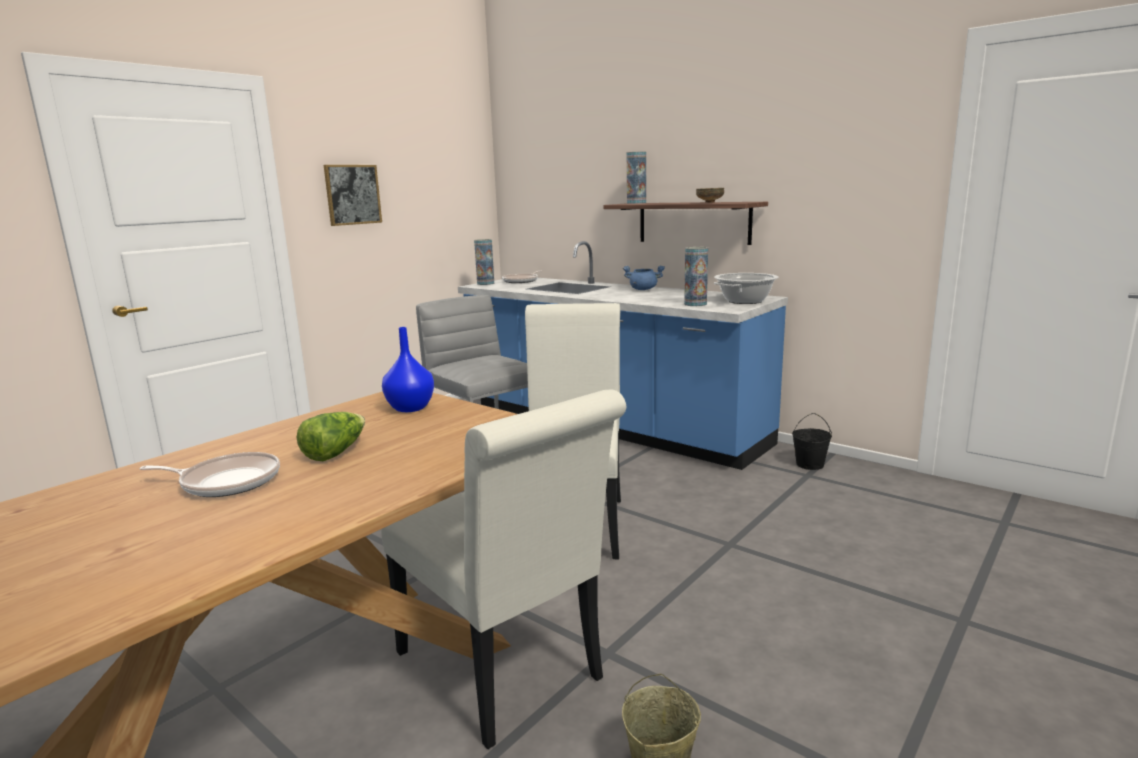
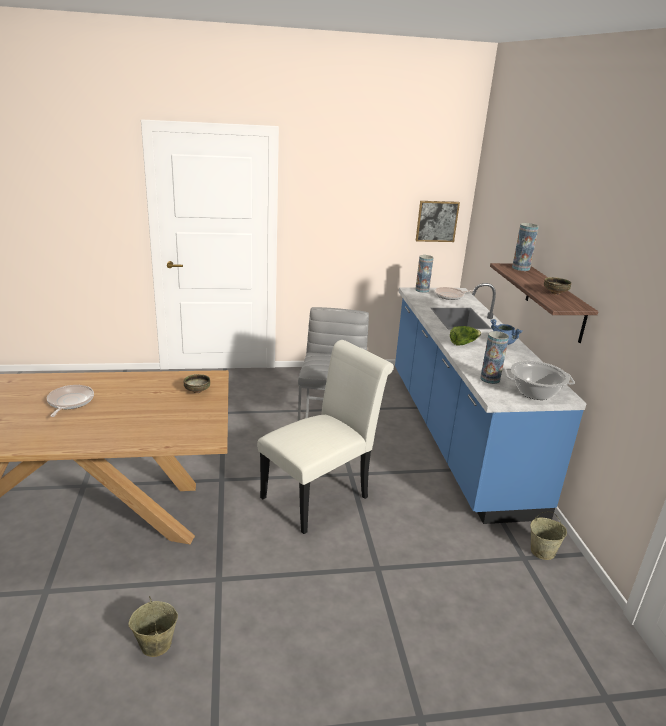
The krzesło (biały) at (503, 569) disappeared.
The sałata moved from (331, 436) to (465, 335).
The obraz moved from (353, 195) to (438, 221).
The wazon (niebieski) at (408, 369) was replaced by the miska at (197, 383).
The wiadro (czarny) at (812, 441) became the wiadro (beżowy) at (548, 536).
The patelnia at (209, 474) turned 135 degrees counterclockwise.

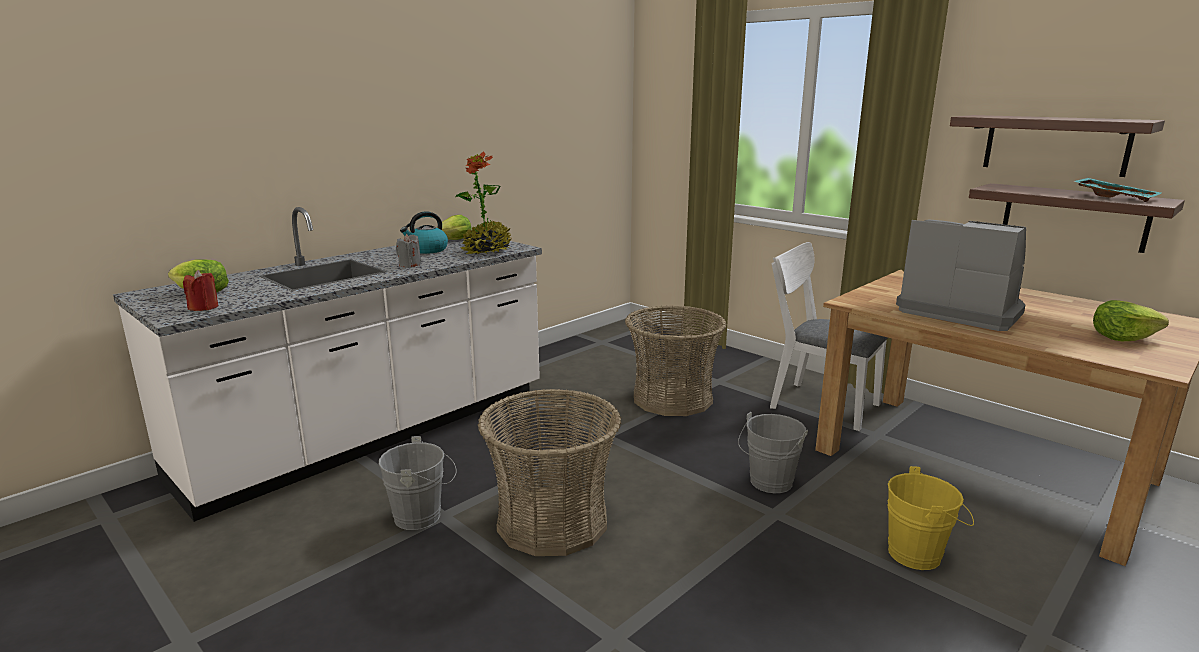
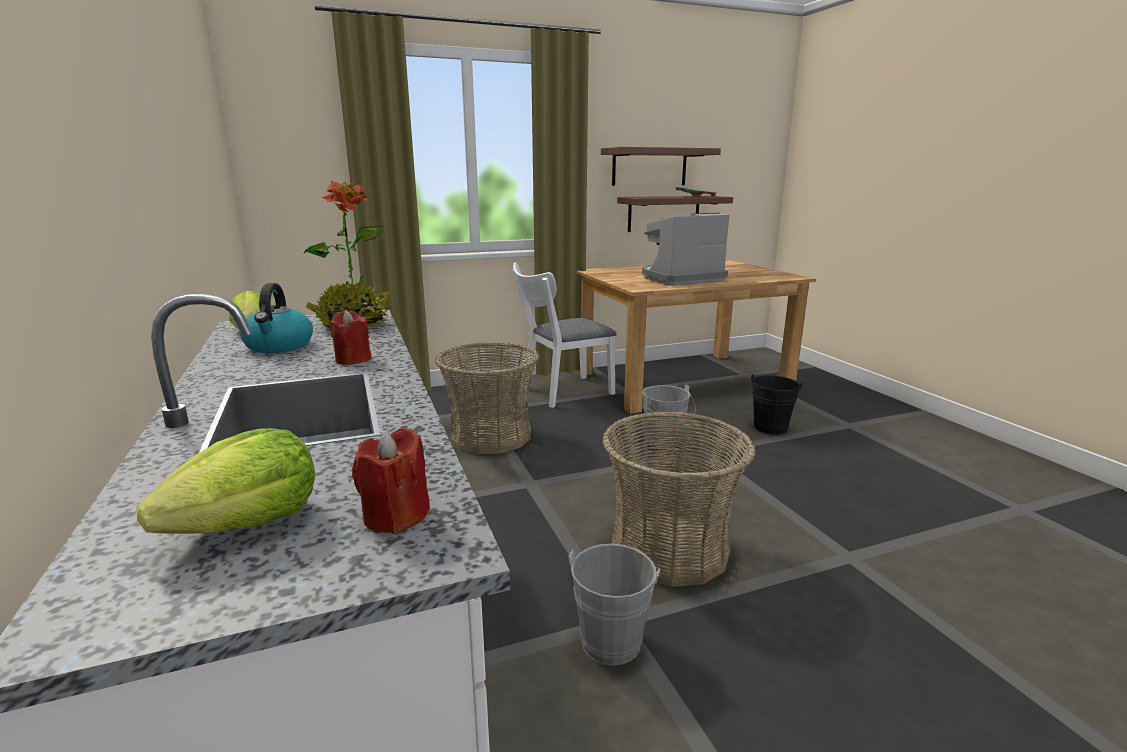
The sałata at (1131, 320) disappeared.
The świeca (szary) at (408, 250) became the świeca (czerwony) at (350, 337).
The wiadro (żółty) at (931, 518) became the wiadro (czarny) at (777, 404).

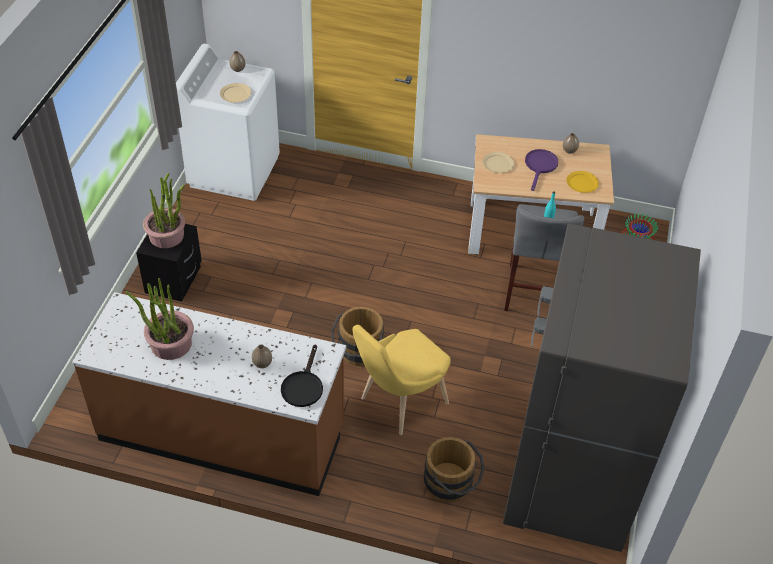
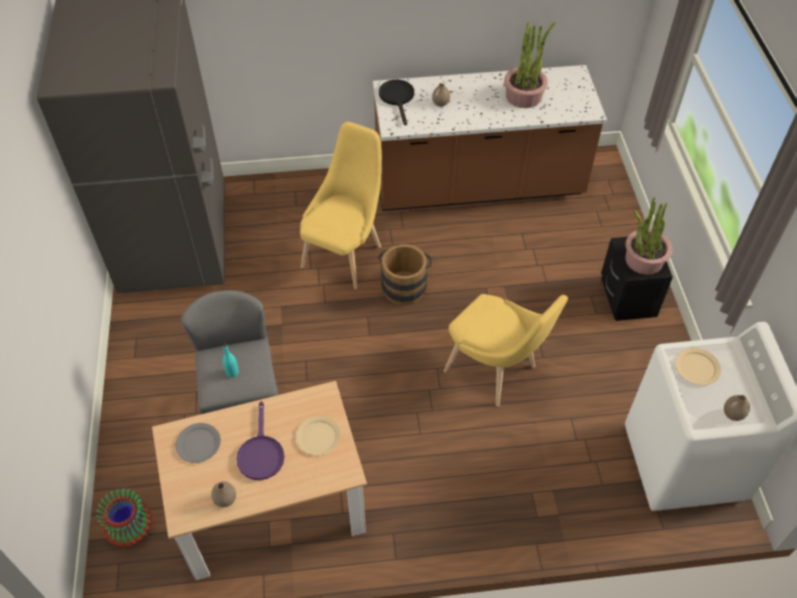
The wiadro (brązowy) at (454, 470) disappeared.
The krzesło (żółty) at (506, 350) appeared.
The talerz (żółty) at (582, 182) became the talerz (szary) at (198, 443).

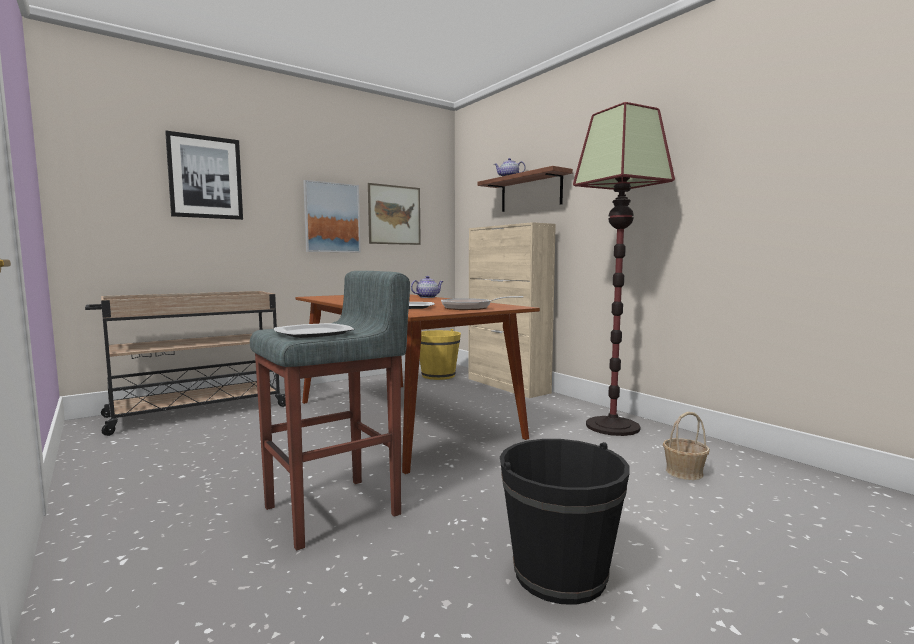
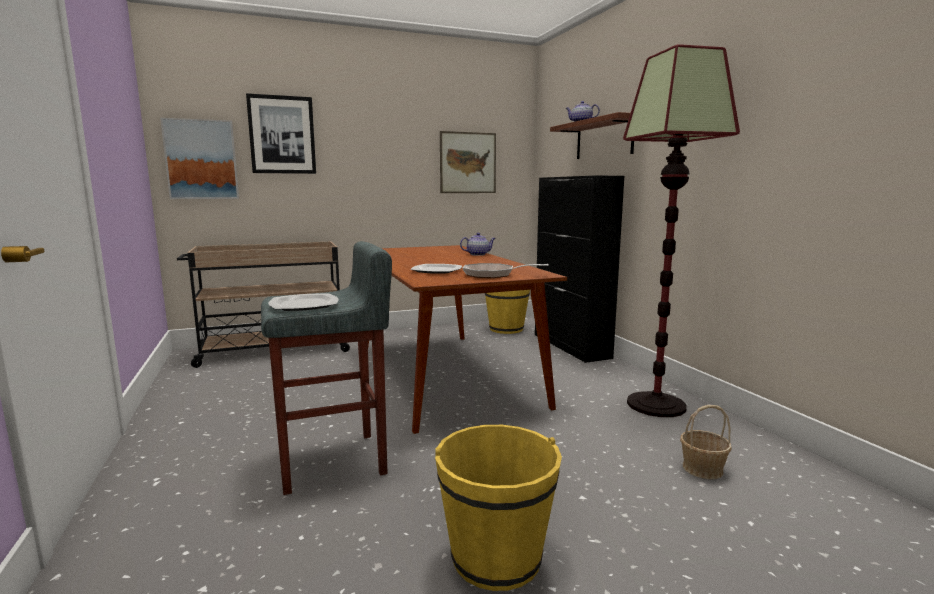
The obraz moved from (331, 216) to (199, 158).
The szafka (beżowy) at (512, 310) became the szafka (czarny) at (580, 269).
The wiadro (czarny) at (565, 522) became the wiadro (żółty) at (498, 508).

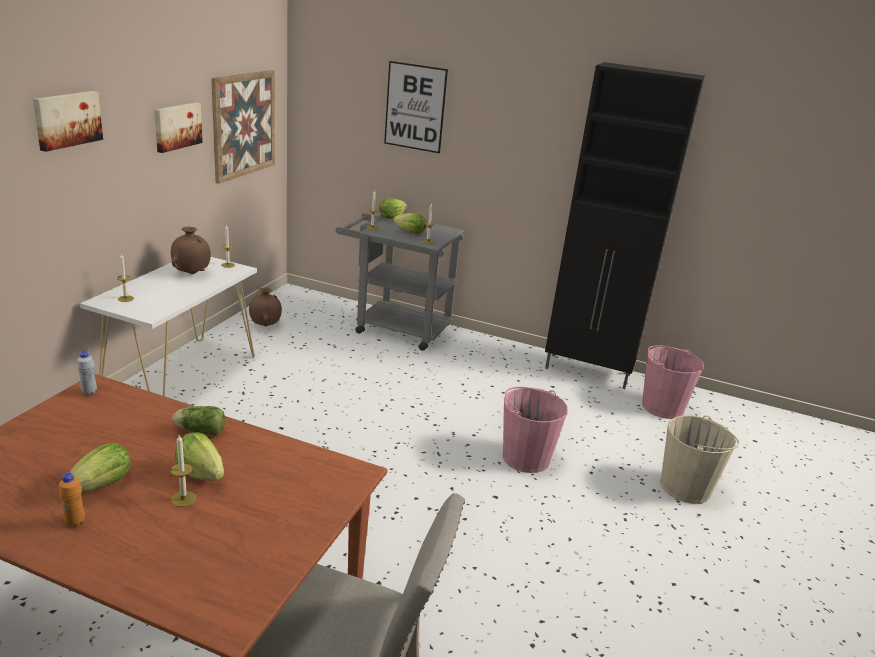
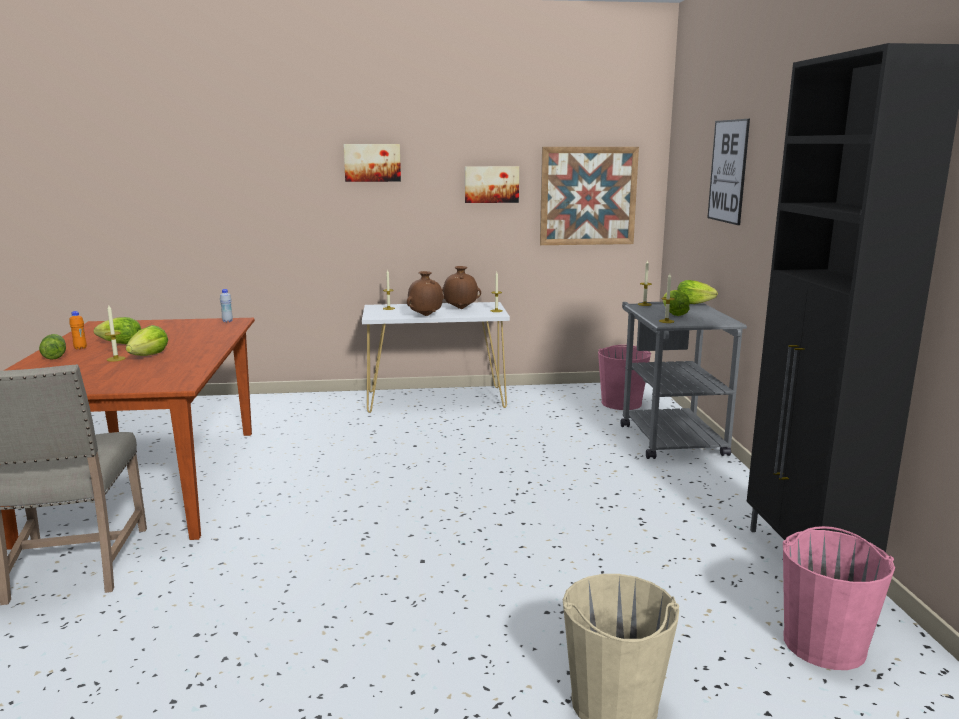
The sałata moved from (199, 420) to (52, 347).
The wazon (brązowy) moved from (265, 307) to (425, 293).
The wiadro (różowy) moved from (535, 430) to (624, 377).

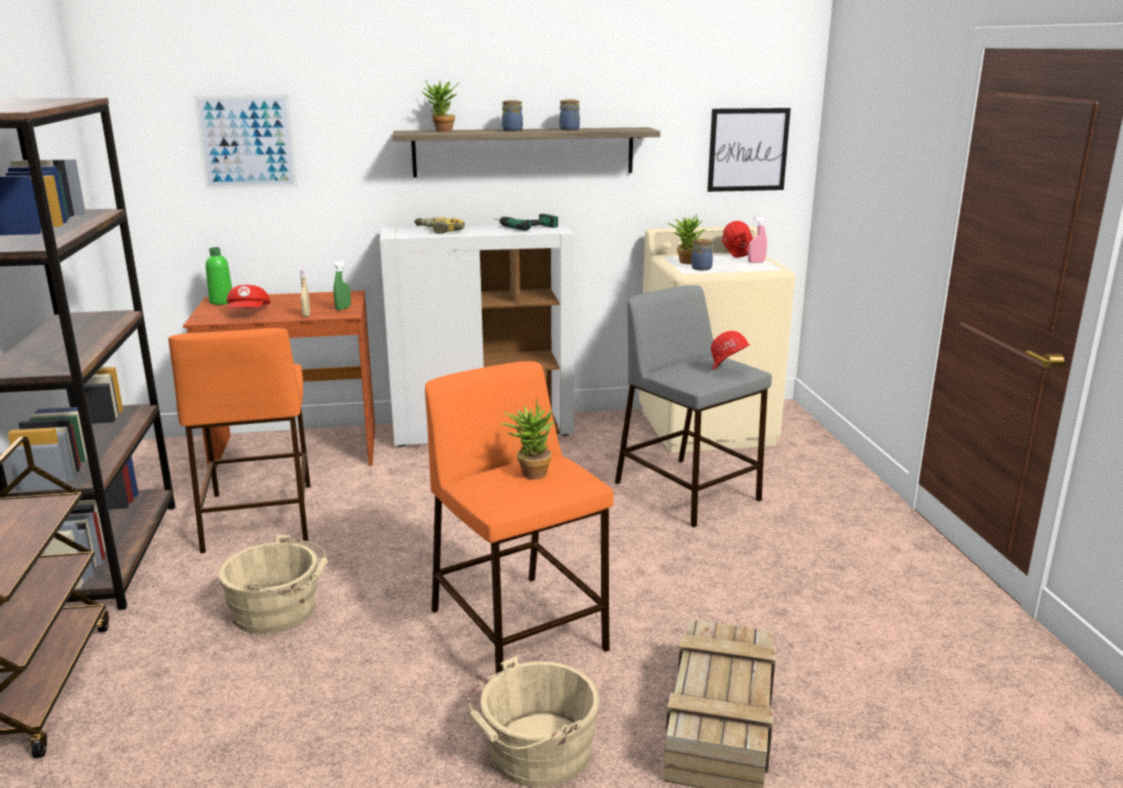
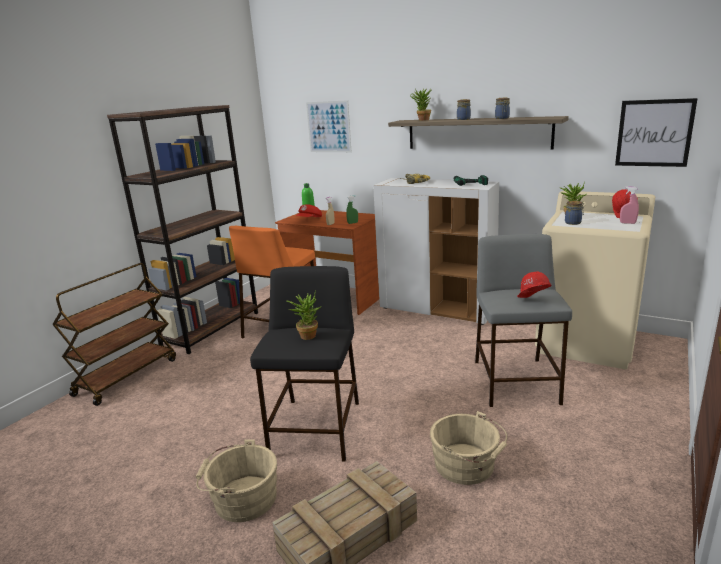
The wiadro (beżowy) moved from (273, 584) to (468, 448).
The stołek (pomarańczowy) at (519, 517) became the stołek (czarny) at (304, 364).

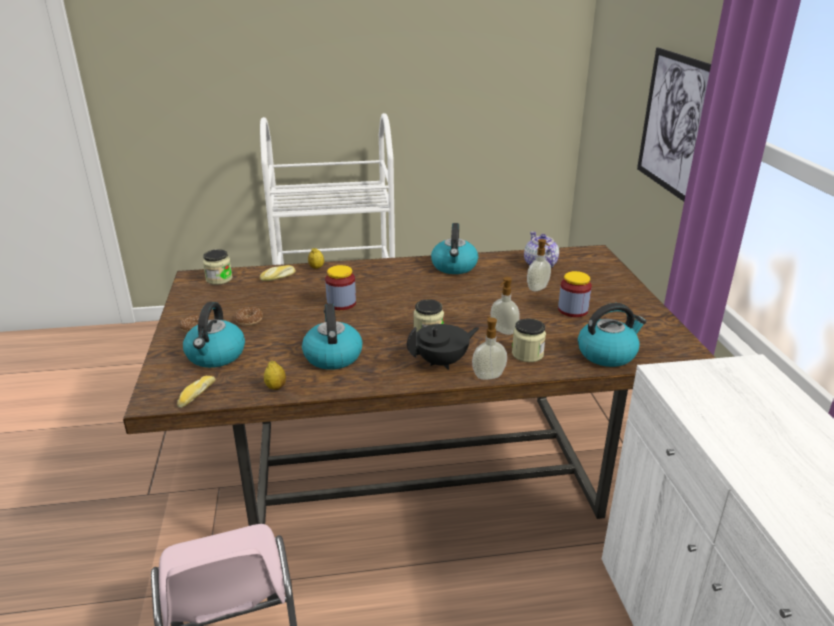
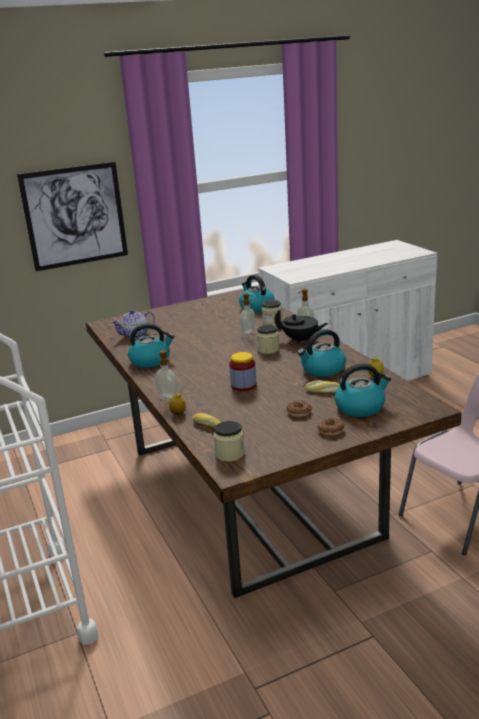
The słoik at (575, 294) disappeared.
The chleb moved from (196, 392) to (322, 386).
The dozownik mydła moved from (539, 265) to (166, 374).
The imbryk (czarny) at (443, 347) turned 150 degrees clockwise.

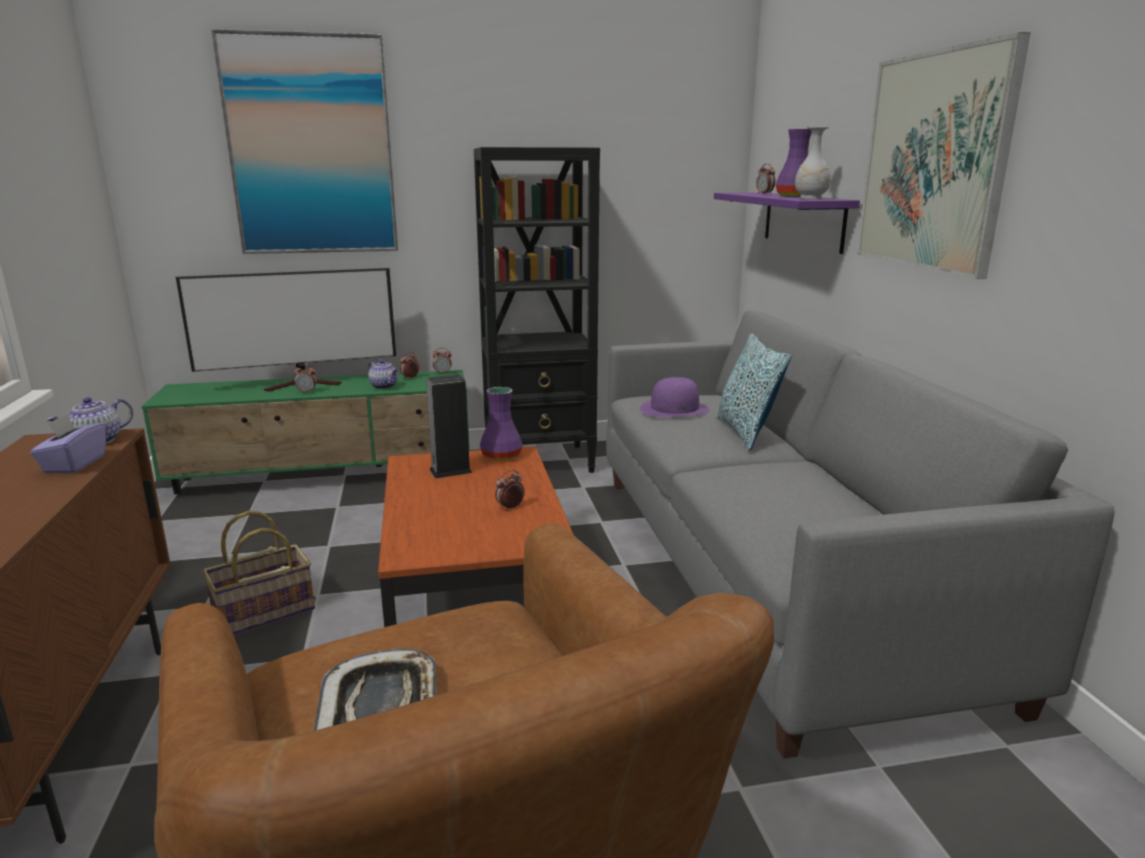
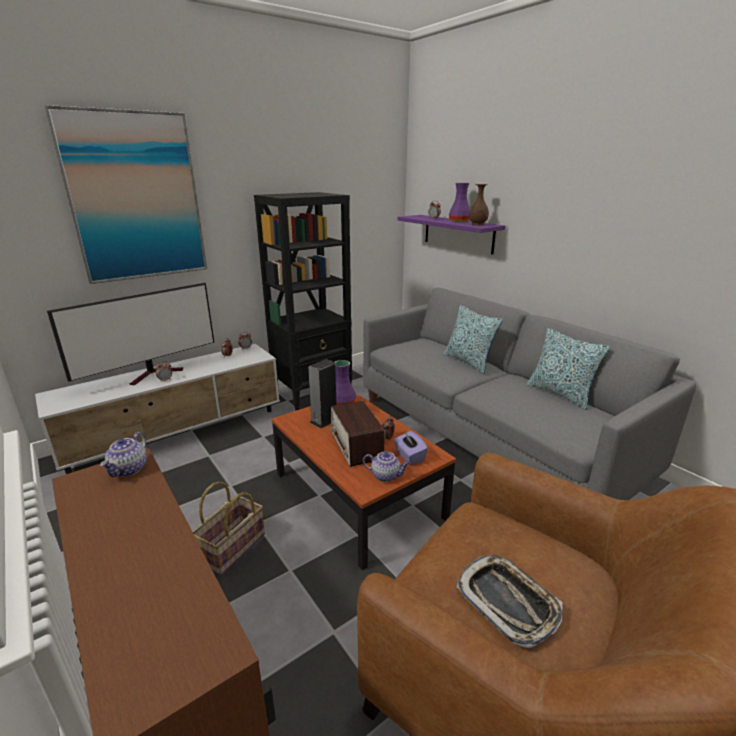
The kapelusz (fioletowy) at (675, 397) disappeared.
The obraz at (944, 155) disappeared.
The radio at (357, 434) appeared.
The poduszka at (569, 369) appeared.
The pudełko chusteczek (fioletowy) moved from (68, 443) to (411, 448).
The imbryk moved from (383, 374) to (386, 467).
The szafka pod telewizor (zielony) at (305, 432) became the szafka pod telewizor (biały) at (157, 409).
The wazon (biały) at (813, 163) became the wazon (brązowy) at (479, 204).

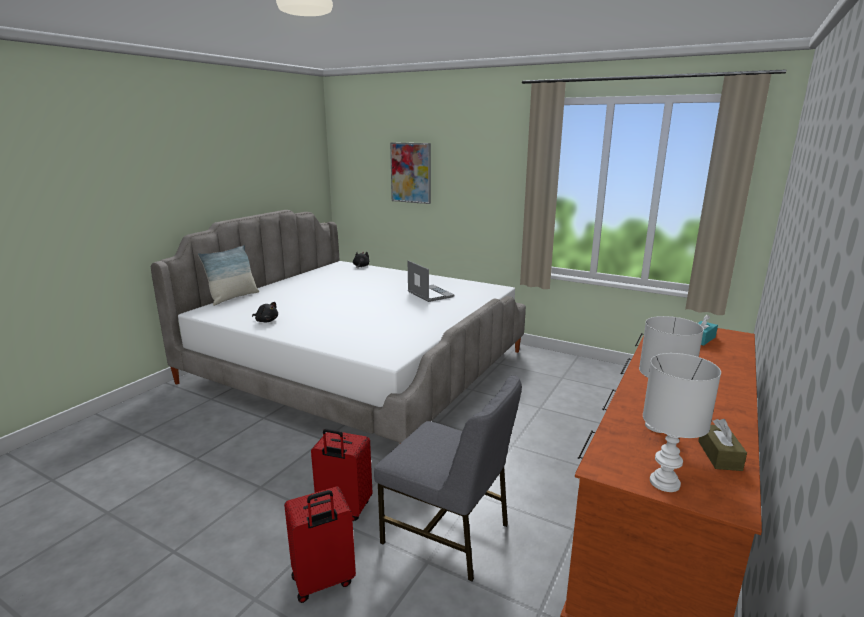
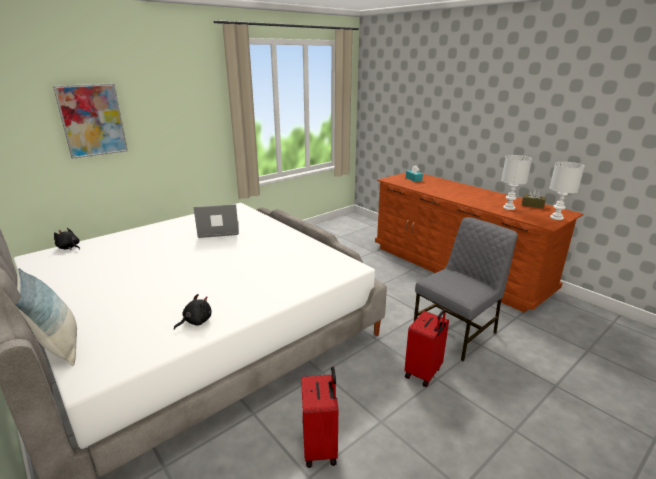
The walizka (czerwony) moved from (320, 545) to (319, 417).

